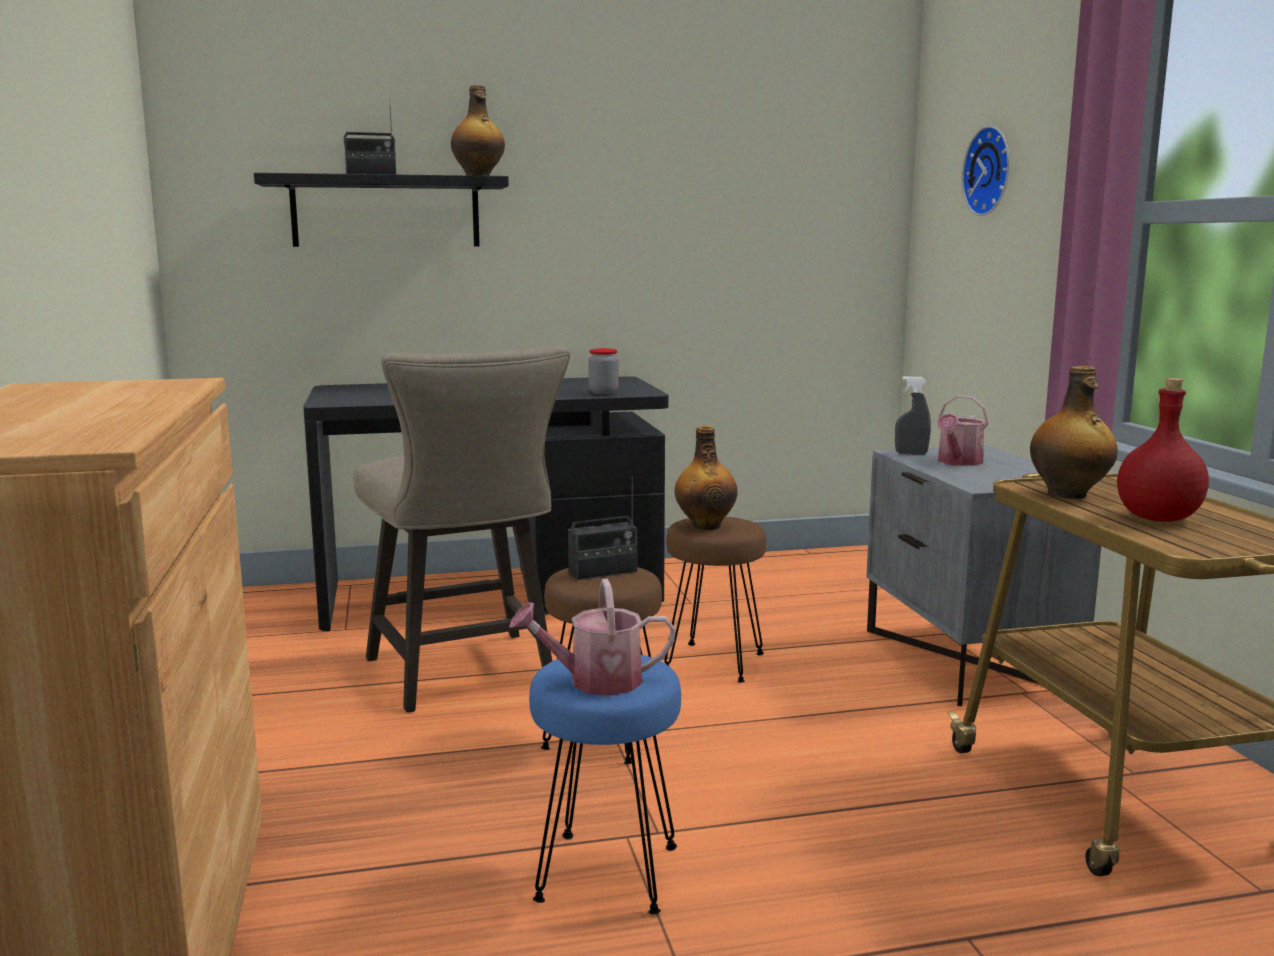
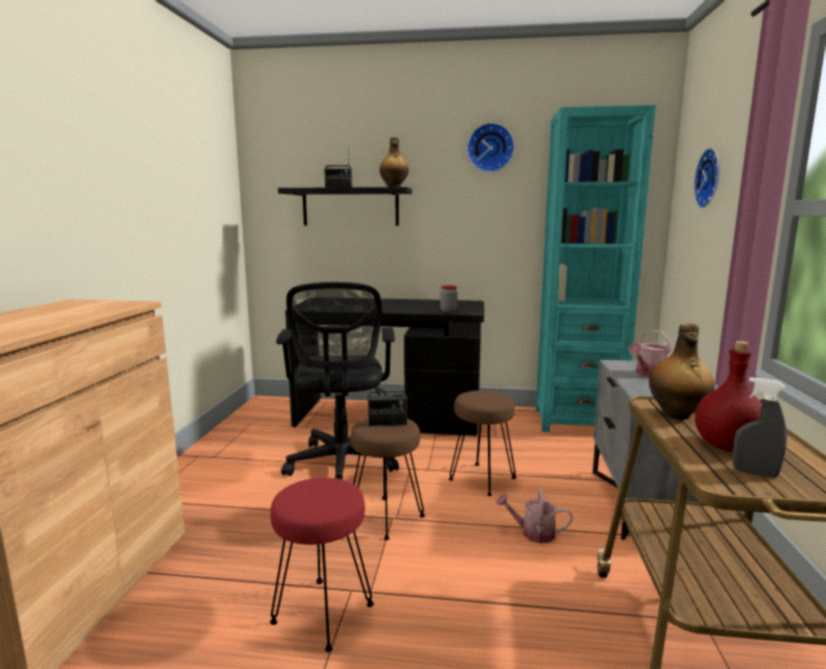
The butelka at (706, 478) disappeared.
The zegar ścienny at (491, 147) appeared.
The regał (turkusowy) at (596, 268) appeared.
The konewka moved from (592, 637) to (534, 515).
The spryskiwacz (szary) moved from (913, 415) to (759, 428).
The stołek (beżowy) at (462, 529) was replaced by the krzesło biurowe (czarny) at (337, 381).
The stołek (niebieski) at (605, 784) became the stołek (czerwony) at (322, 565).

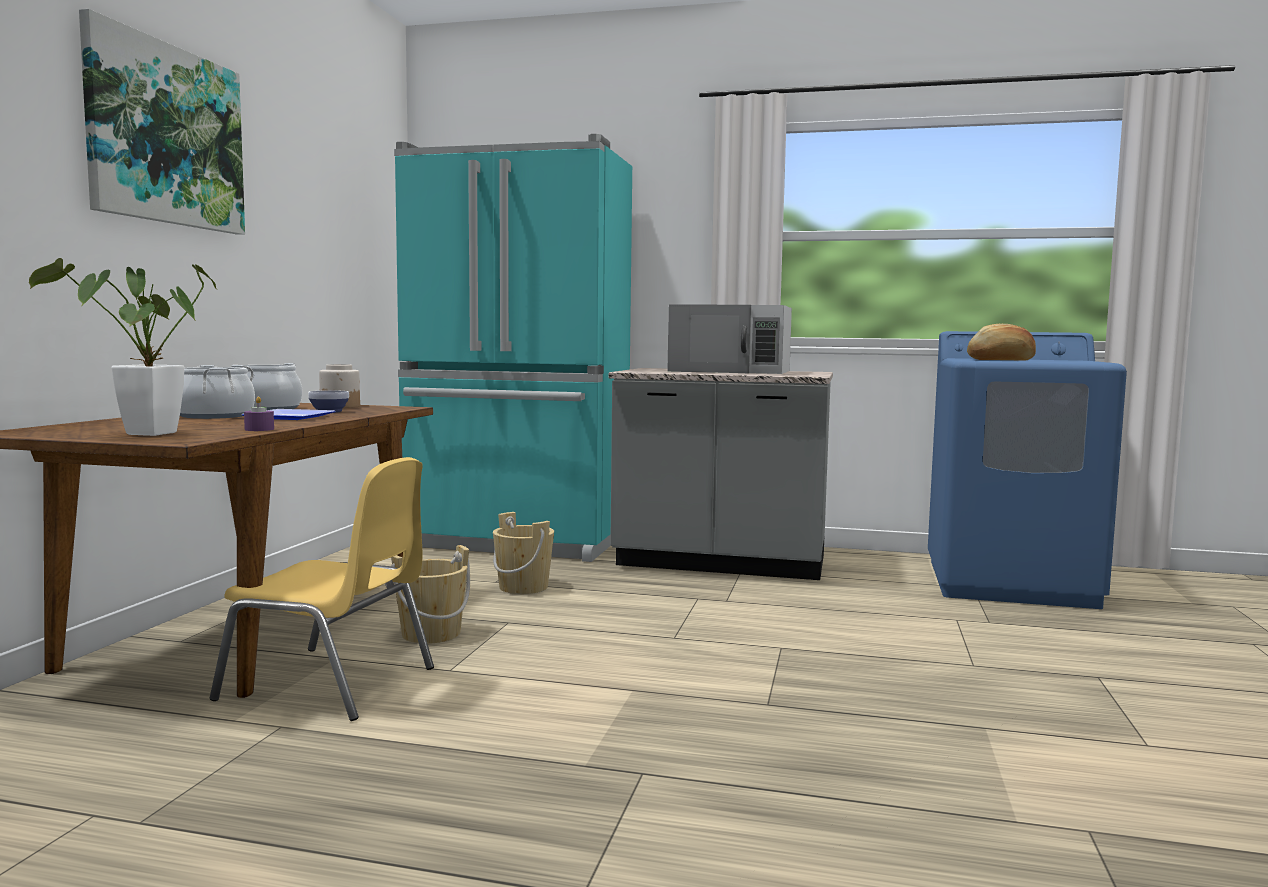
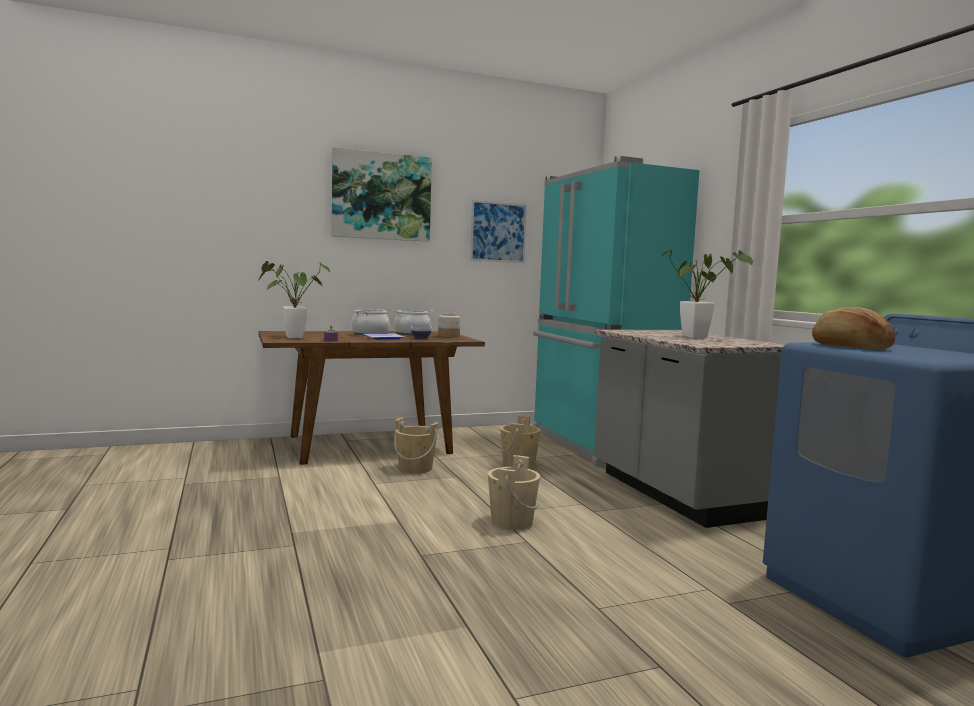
The krzesło (żółty) at (322, 589) disappeared.
The obraz at (498, 231) appeared.
The wiadro (beżowy) at (514, 492) appeared.
The mikrofalówka (biały) at (729, 339) was replaced by the roślina doniczkowa at (706, 293).

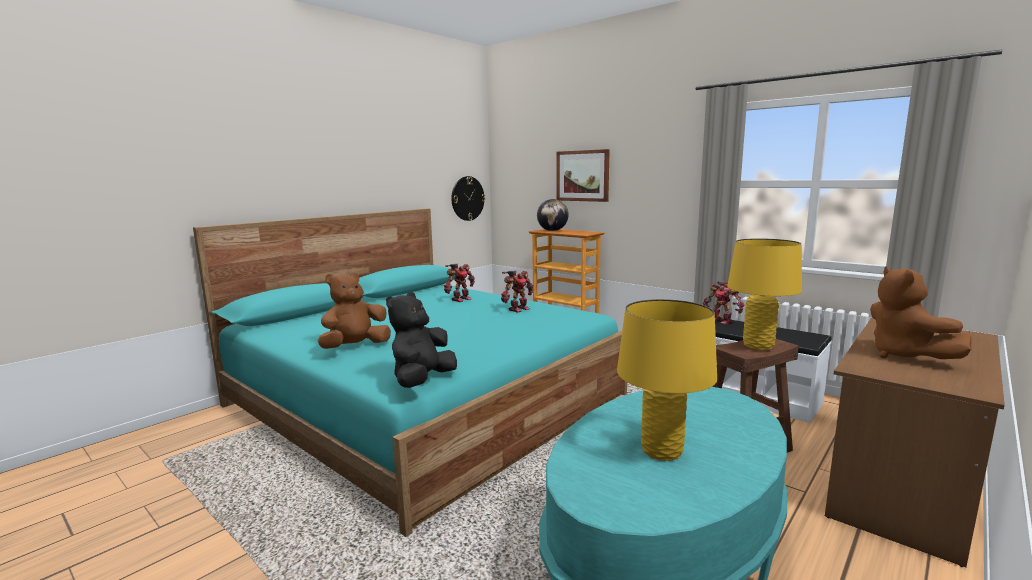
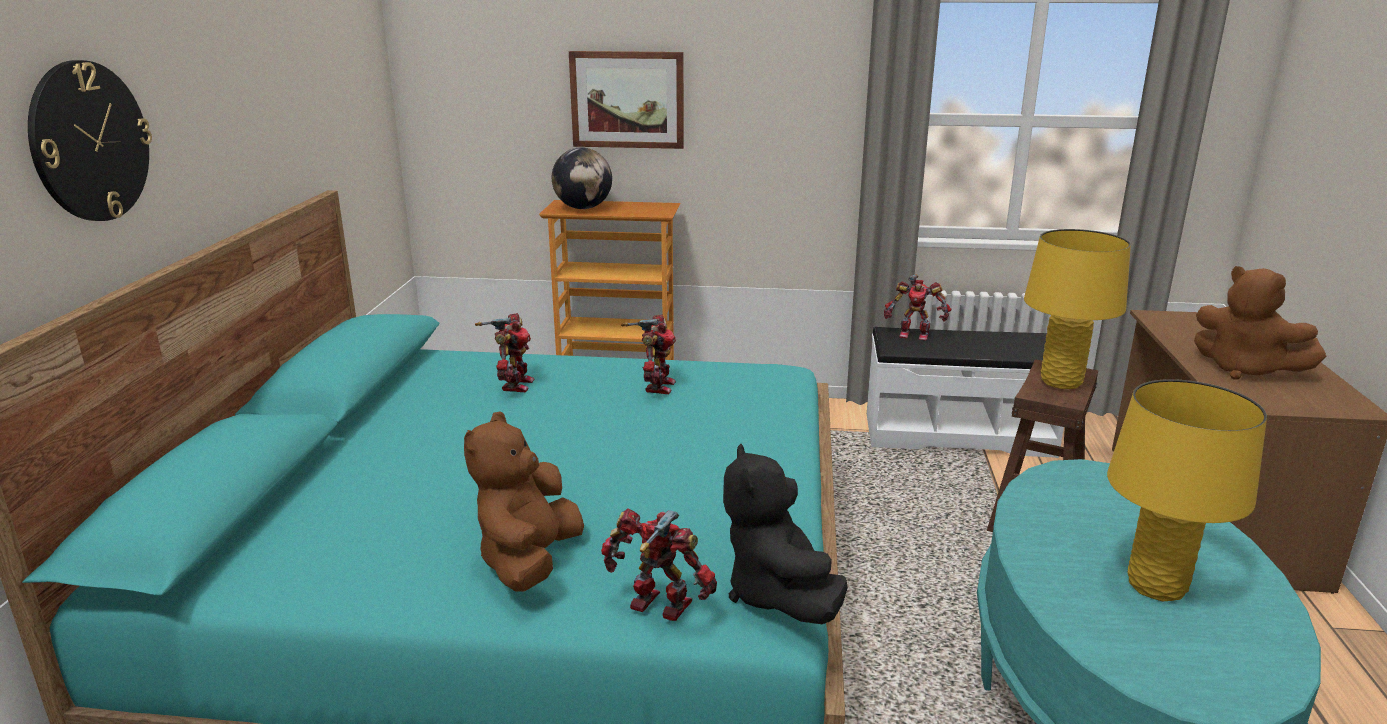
The robot zabawkowy at (659, 564) appeared.
The zegar ścienny moved from (468, 198) to (90, 140).

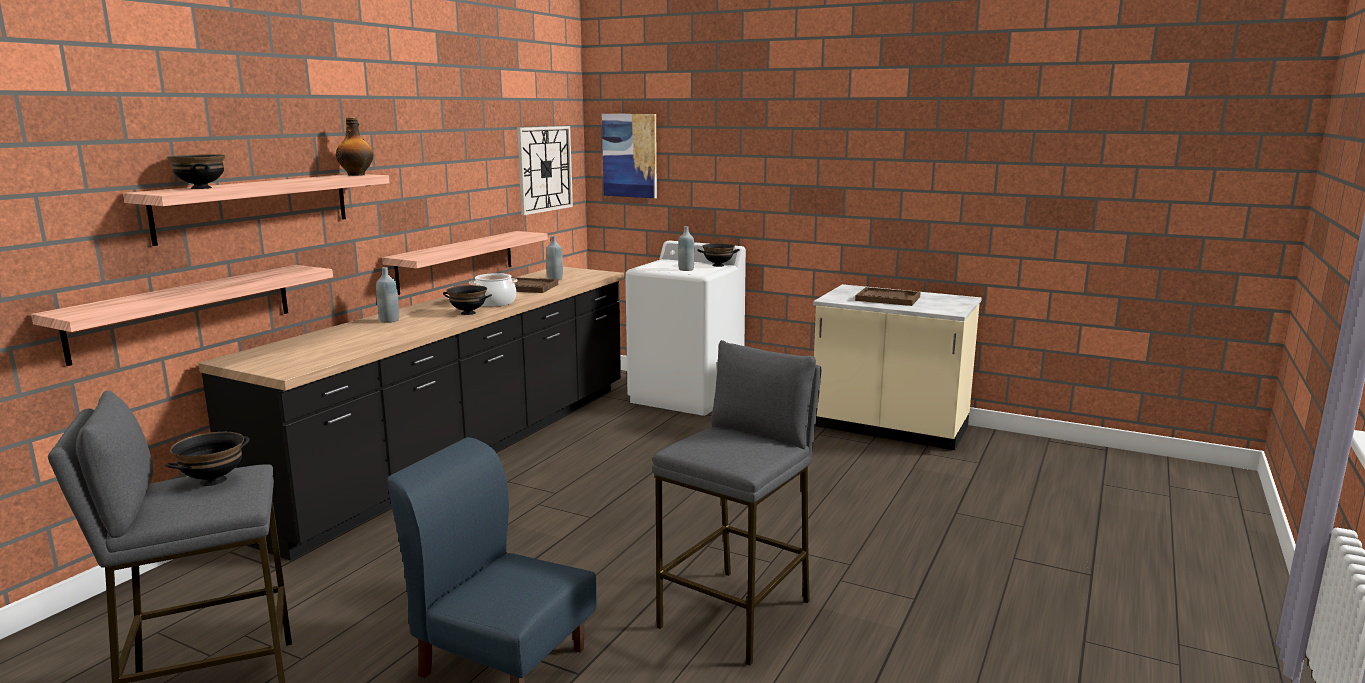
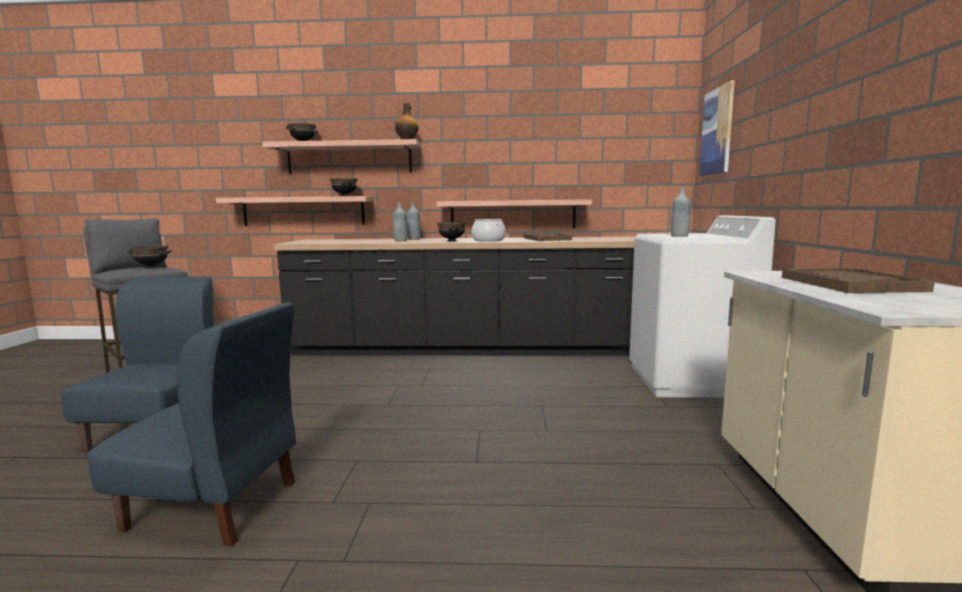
The zegar ścienny at (545, 170) disappeared.
The butelka (szary) moved from (554, 258) to (400, 222).
The miska (czarny) moved from (719, 255) to (344, 187).
The stołek (szary) at (737, 503) was replaced by the krzesło (niebieski) at (192, 424).

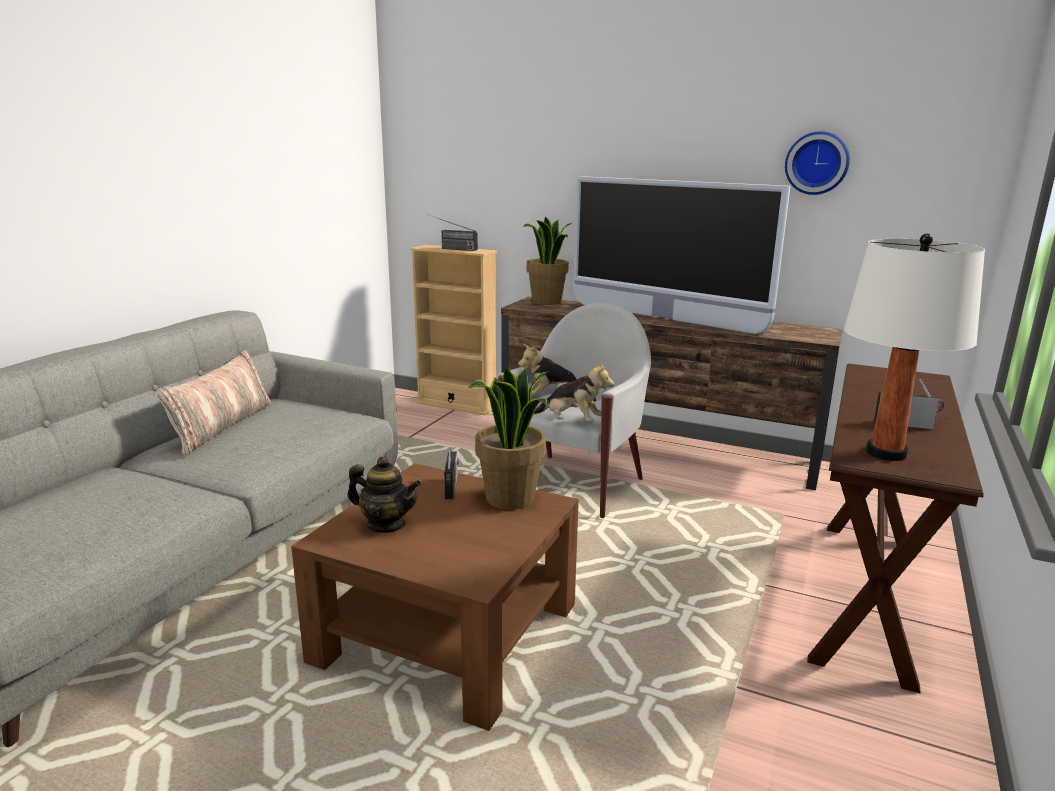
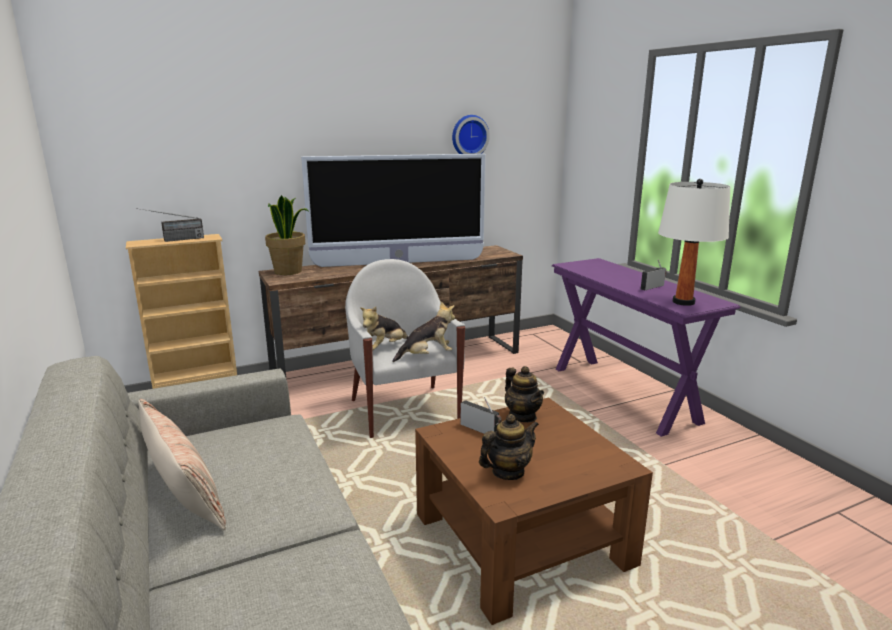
The roślina doniczkowa at (509, 438) was replaced by the imbryk at (524, 394).
The stolik konsolowy (brązowy) at (895, 528) became the stolik konsolowy (fioletowy) at (646, 347).

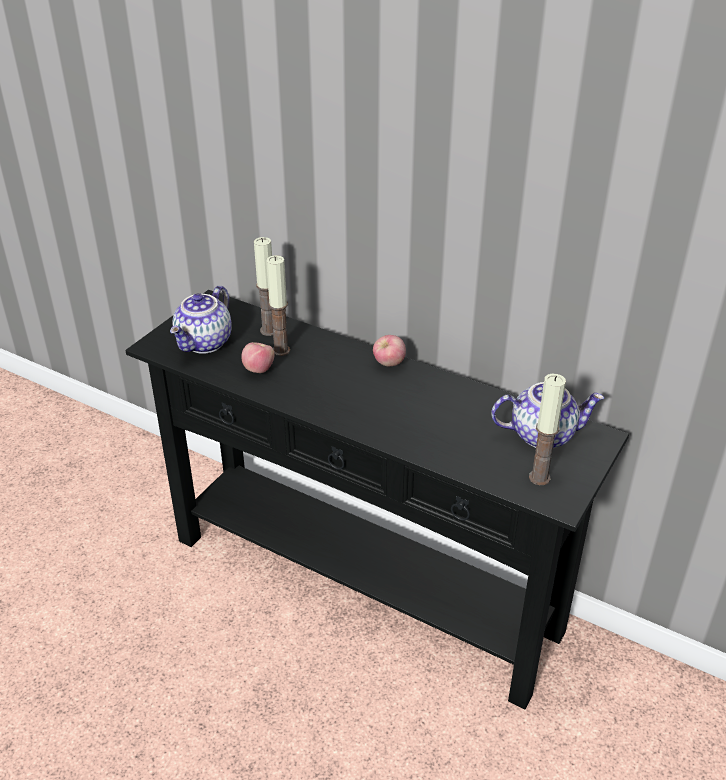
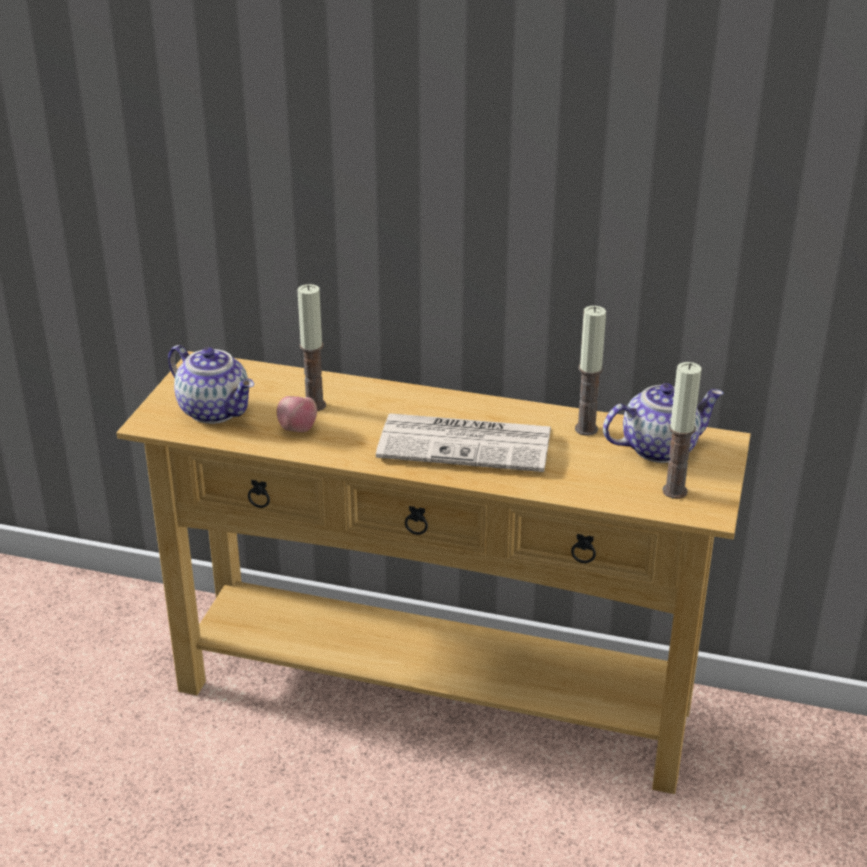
The jabłko at (389, 350) disappeared.
The gazeta at (463, 442) appeared.
The świeca moved from (263, 286) to (590, 371).
The stolik konsolowy (czarny) at (377, 499) became the stolik konsolowy (beżowy) at (433, 572).
The imbryk at (201, 319) turned 60 degrees counterclockwise.

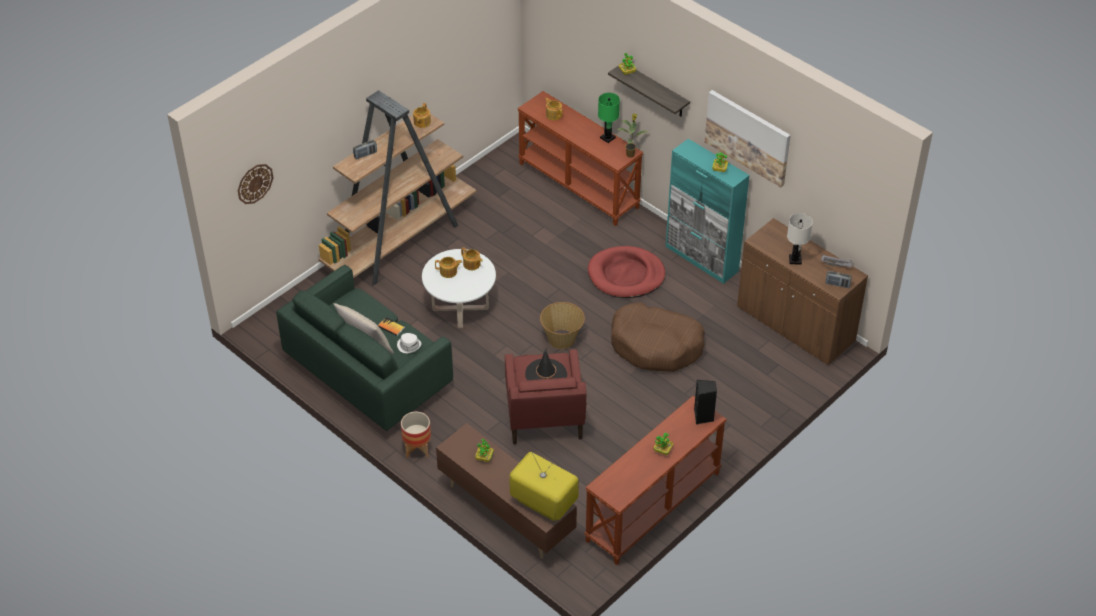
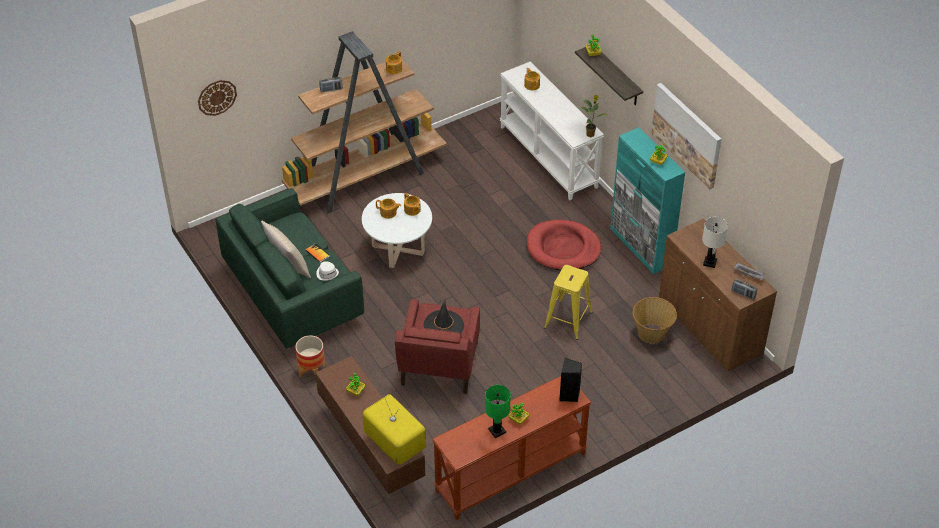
The koszyk moved from (562, 325) to (655, 320).
The lampa stołowa (zielony) moved from (609, 118) to (498, 411).
The legowisko (brązowy) at (658, 337) was replaced by the stołek (żółty) at (568, 302).
The stolik konsolowy (brązowy) at (580, 158) became the stolik konsolowy (biały) at (552, 130).

